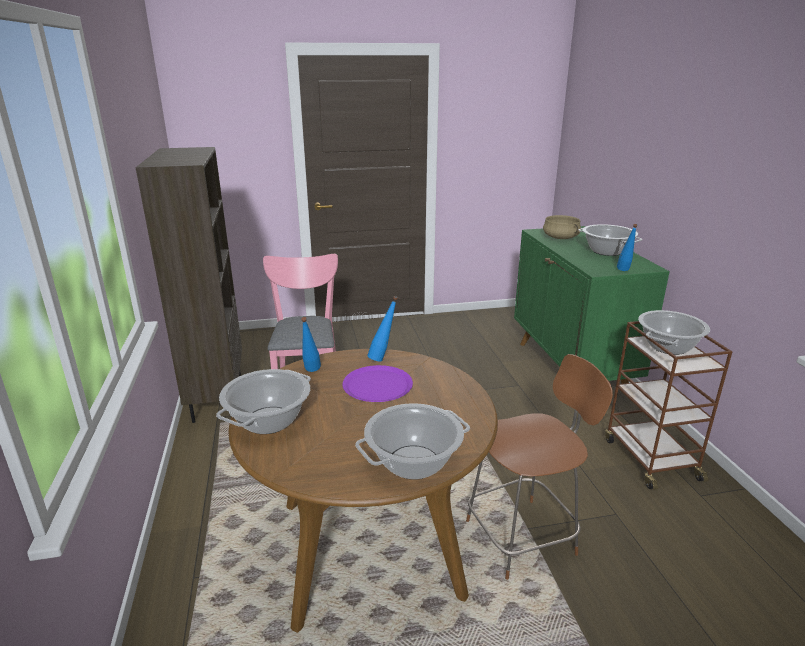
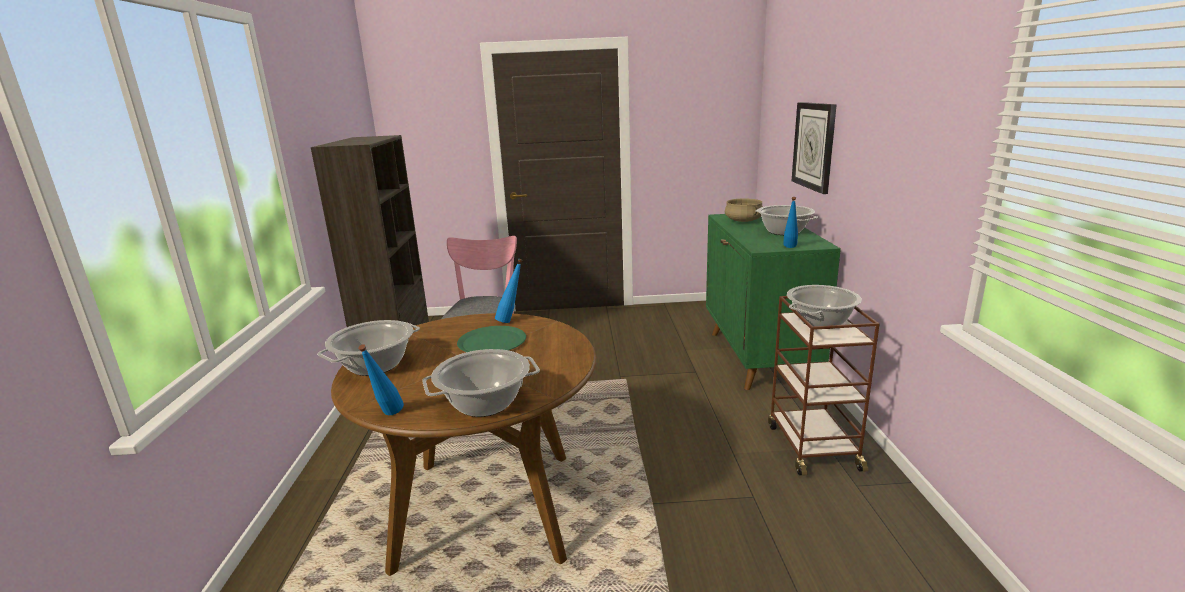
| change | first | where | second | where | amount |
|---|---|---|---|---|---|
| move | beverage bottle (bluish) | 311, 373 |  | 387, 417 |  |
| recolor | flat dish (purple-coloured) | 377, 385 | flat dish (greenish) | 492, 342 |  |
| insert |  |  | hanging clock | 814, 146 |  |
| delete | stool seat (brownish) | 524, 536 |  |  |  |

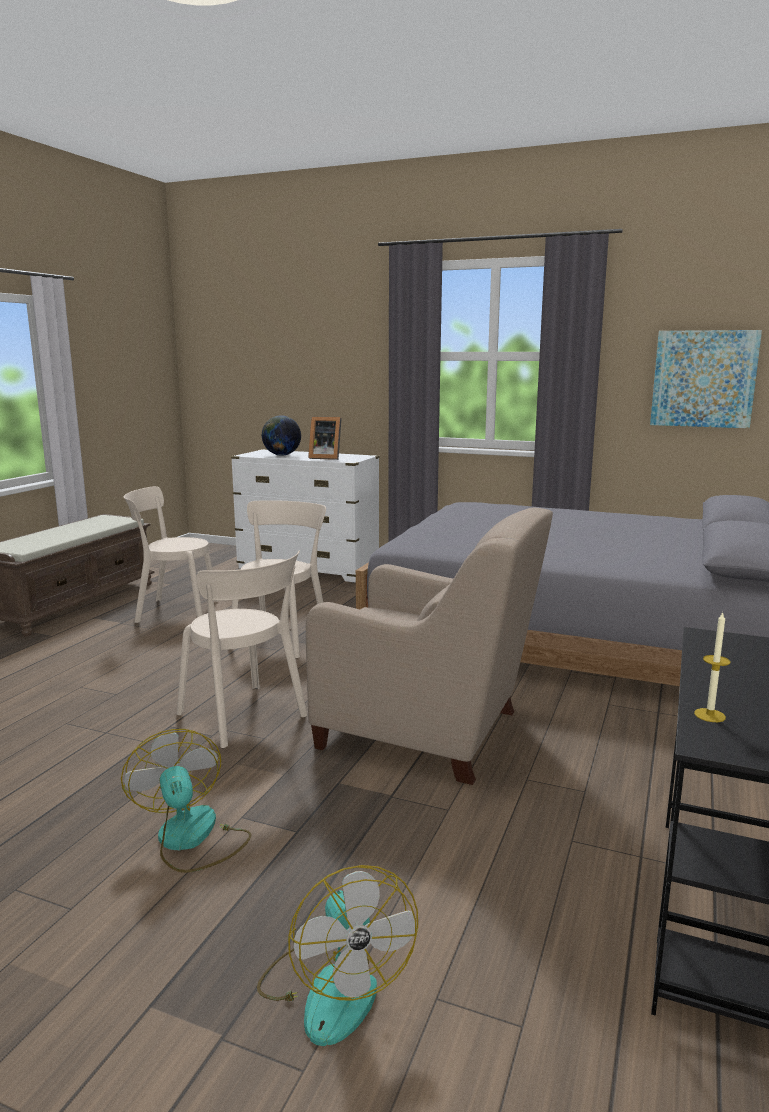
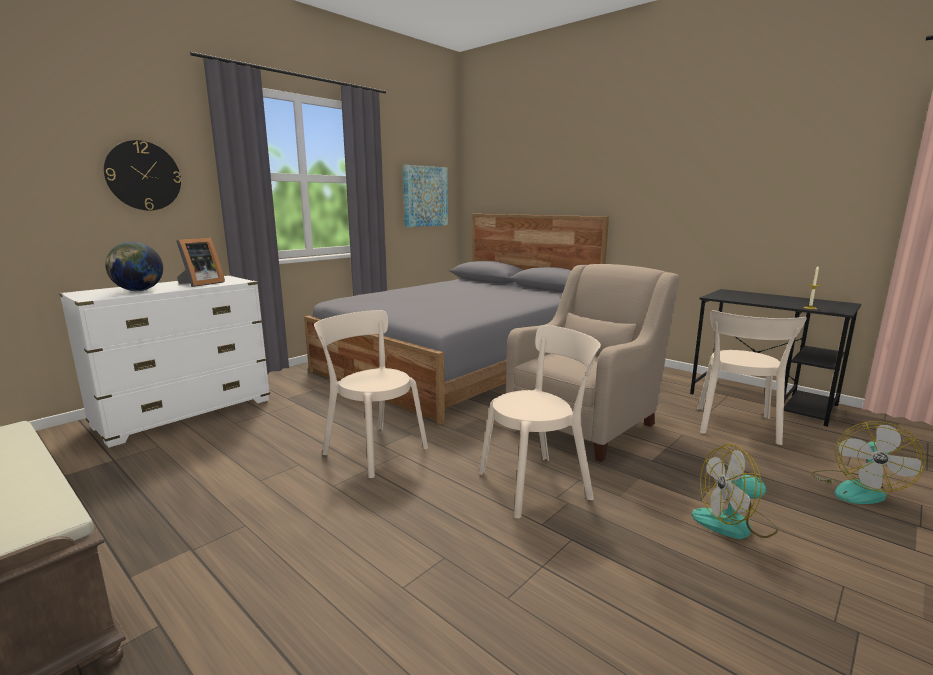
| change | first | where | second | where | amount |
|---|---|---|---|---|---|
| insert |  |  | hanging clock | 143, 176 |  |
| move | plain chair (sand-coloured) | 173, 611 |  | 736, 427 |  |
| rotate | cooling fan | 333, 986 |  | 857, 489 | 120 degrees clockwise |

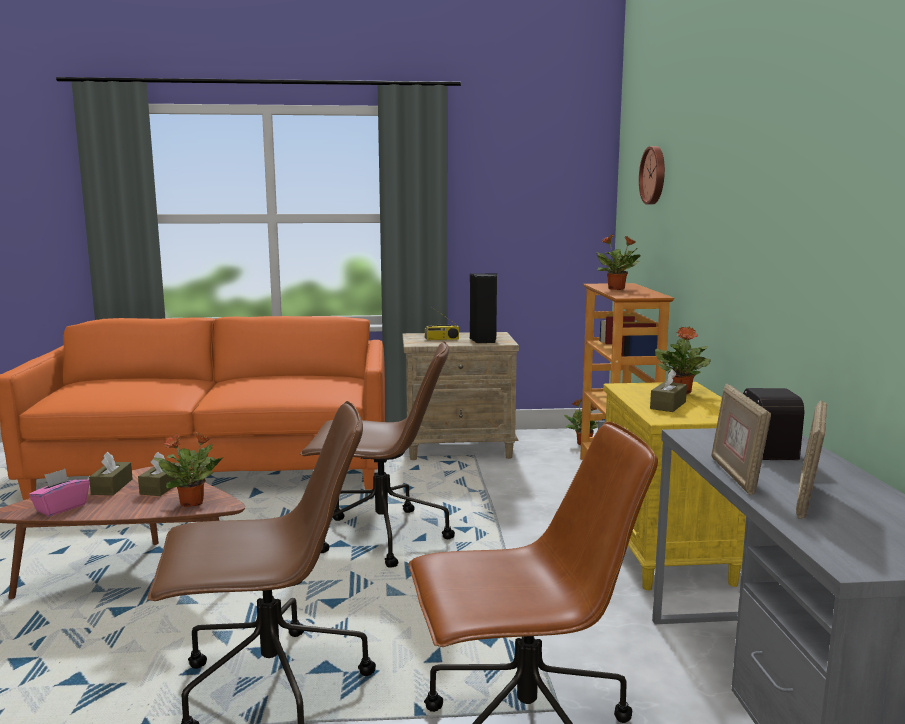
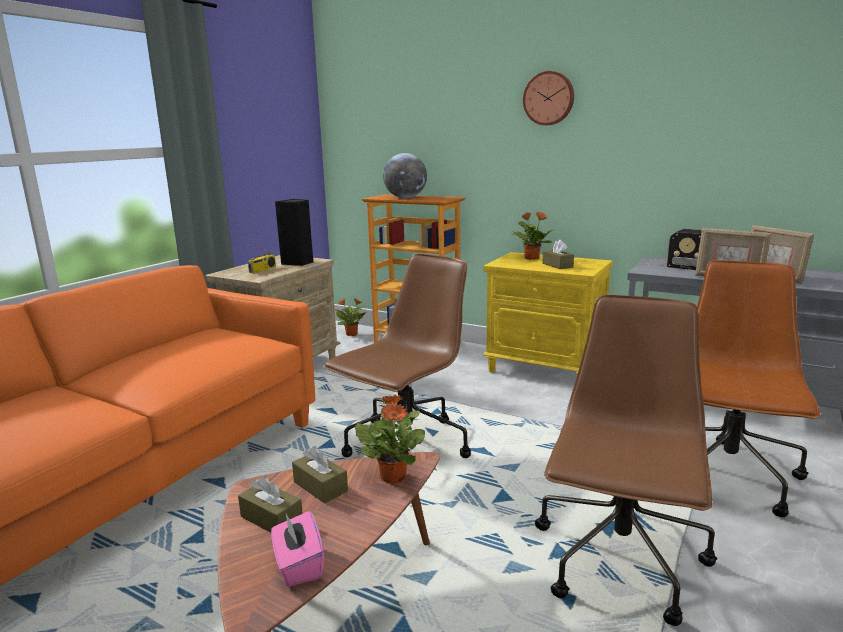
| change | first | where | second | where | amount |
|---|---|---|---|---|---|
| replace | potted plant | 617, 289 | desk globe | 405, 198 |  |
| move | hanging clock | 654, 175 |  | 549, 98 |  |

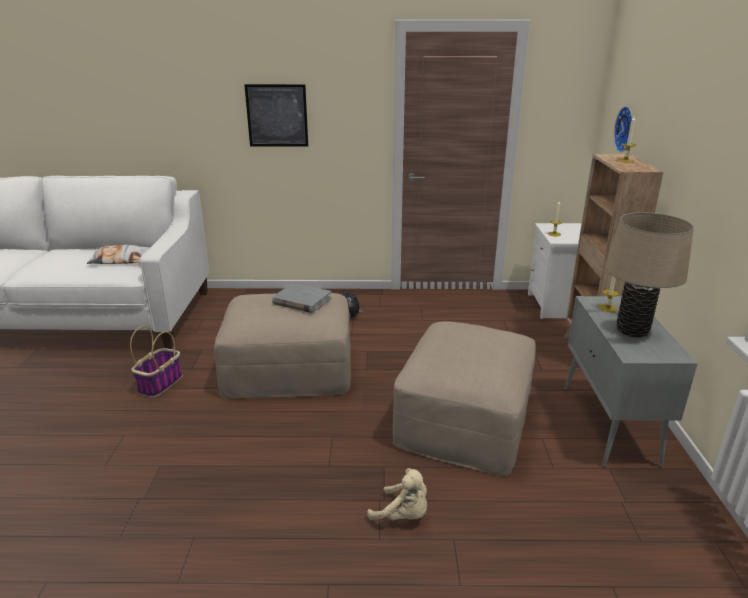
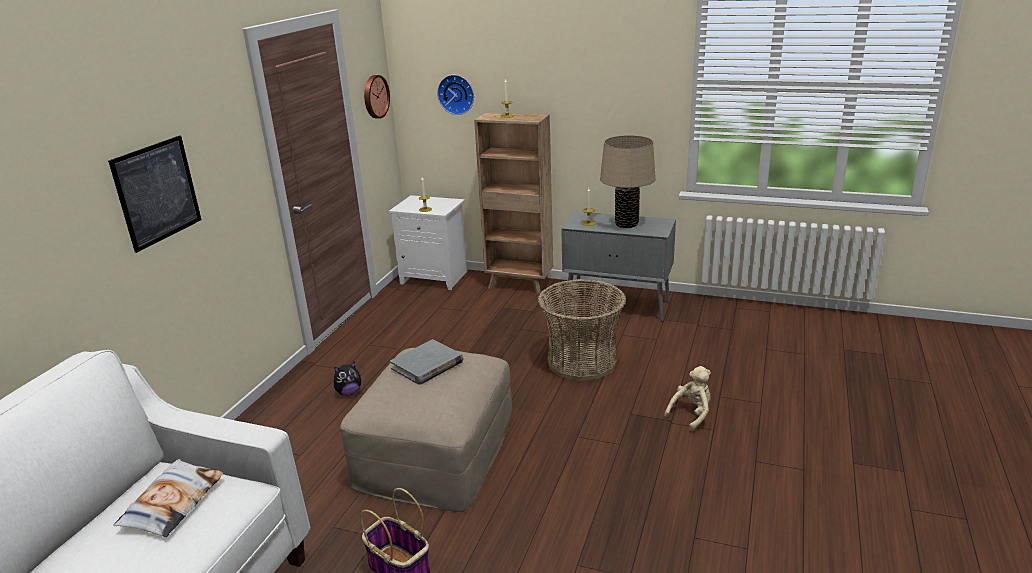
| change | first | where | second | where | amount |
|---|---|---|---|---|---|
| insert |  |  | hanging clock | 375, 96 |  |
| replace | pouffe (sand-coloured) | 464, 418 | basket | 581, 361 |  |

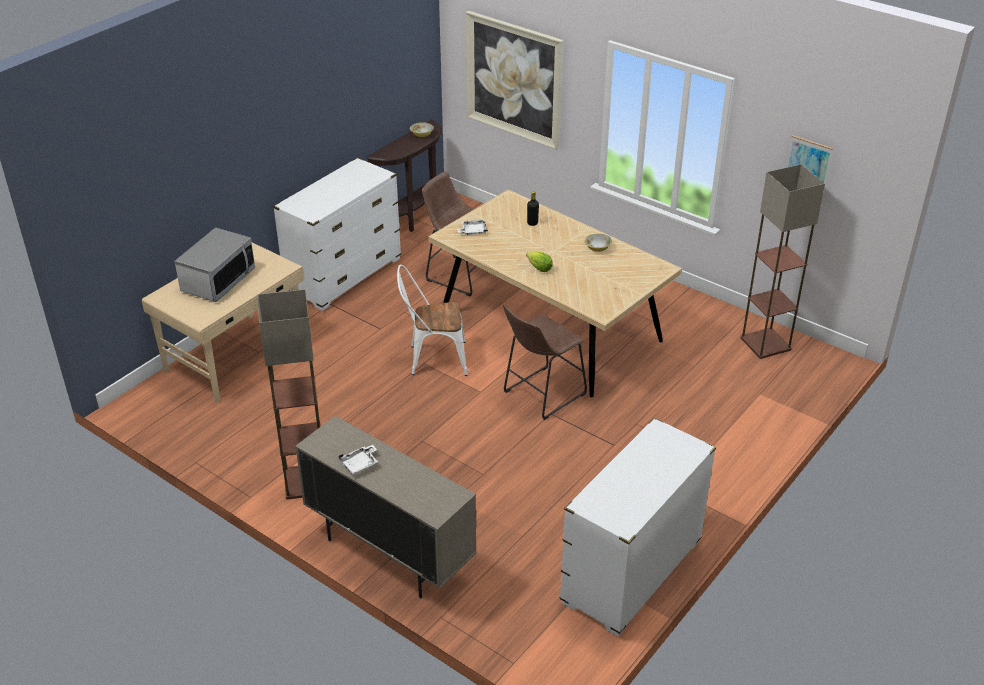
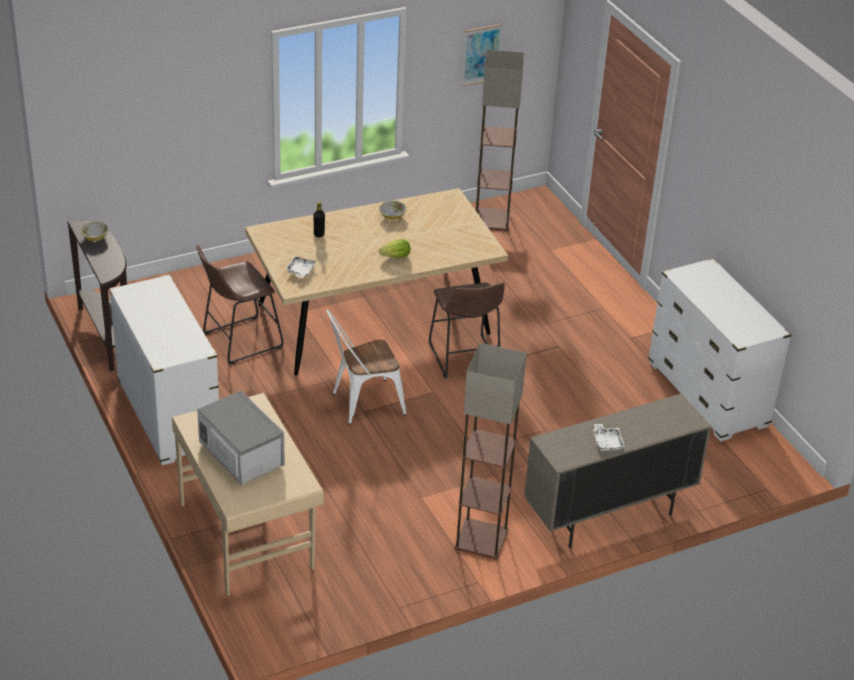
| change | first | where | second | where | amount |
|---|---|---|---|---|---|
| rotate | plain chair (white) | 432, 359 |  | 362, 404 | 45 degrees clockwise |
| delete | wall picture | 514, 79 |  |  |  |

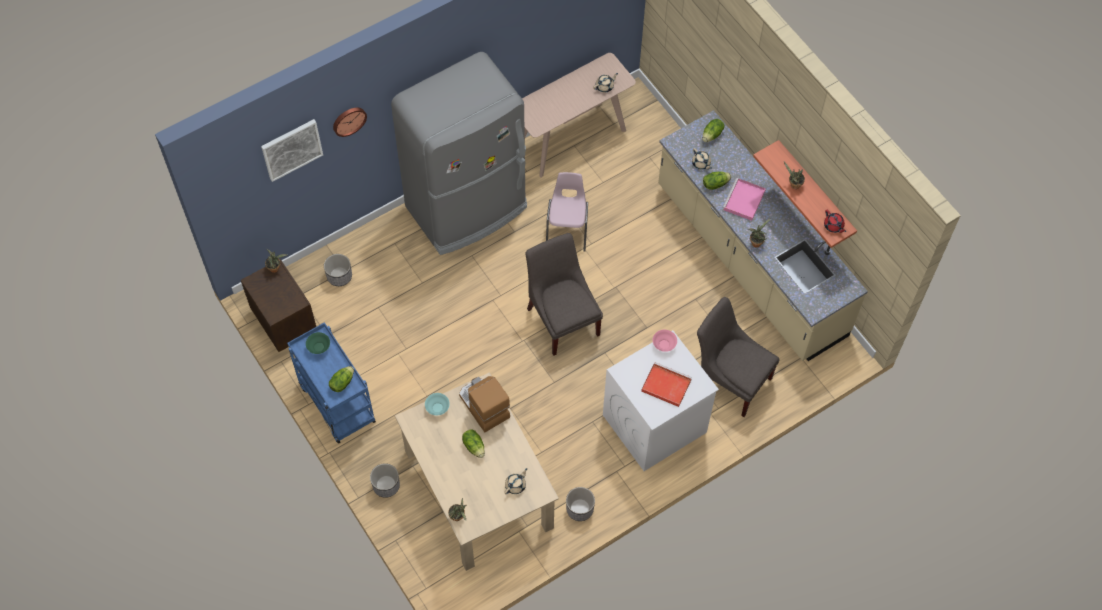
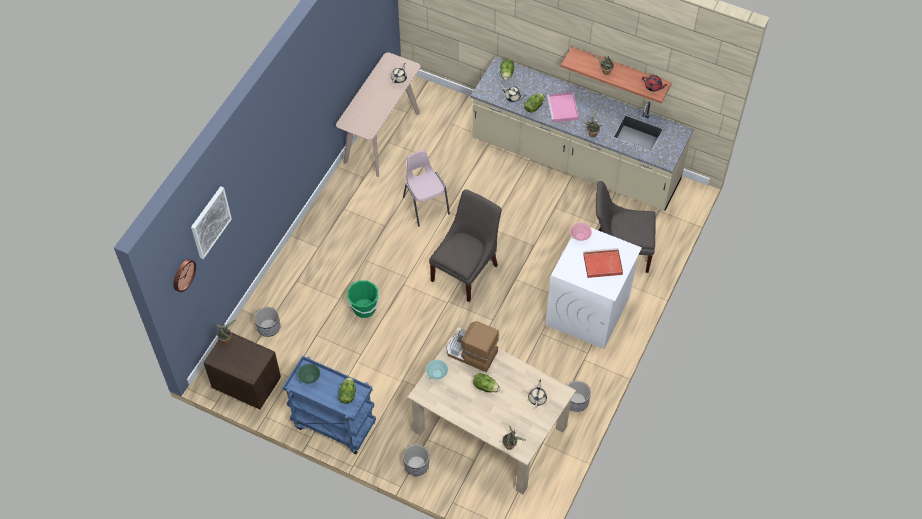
| change | first | where | second | where | amount |
|---|---|---|---|---|---|
| move | hanging clock | 348, 120 |  | 183, 274 |  |
| insert |  |  | water bucket (greenish) | 364, 308 |  |
| rotate | plain chair (gray) | 562, 318 |  | 466, 270 | 90 degrees clockwise |
| delete | kitchen fridge (gray) | 468, 208 |  |  |  |

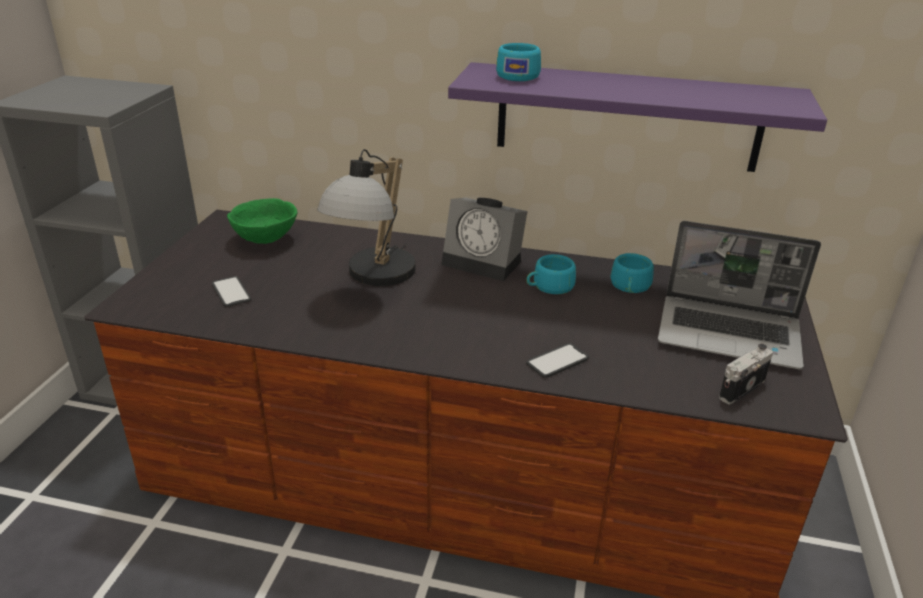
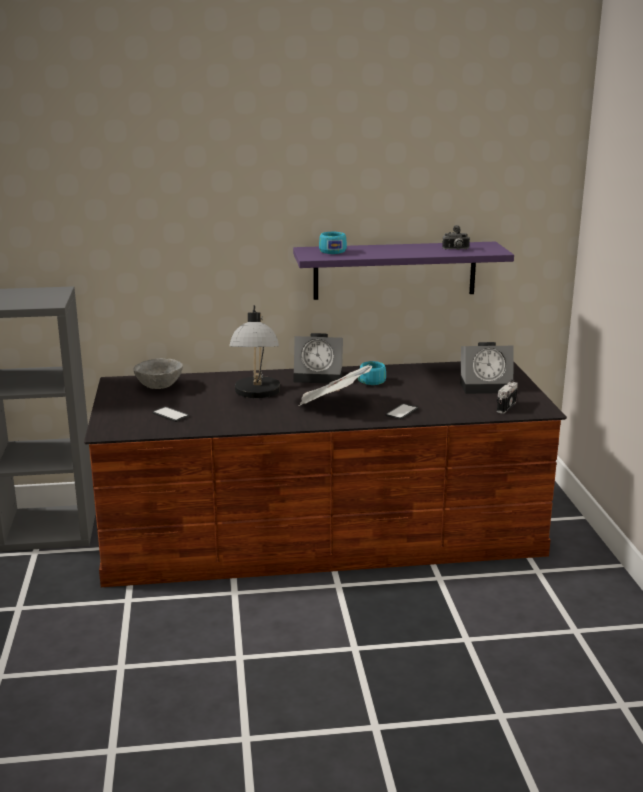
| change | first | where | second | where | amount |
|---|---|---|---|---|---|
| recolor | deep dish (greenish) | 265, 239 | deep dish (gray) | 159, 387 |  |
| insert |  |  | daily paper | 332, 404 |  |
| insert |  |  | photo camera | 456, 249 |  |
| replace | laptop | 730, 333 | alarm clock | 487, 386 |  |
| delete | cup (blue-green) | 629, 287 |  |  |  |

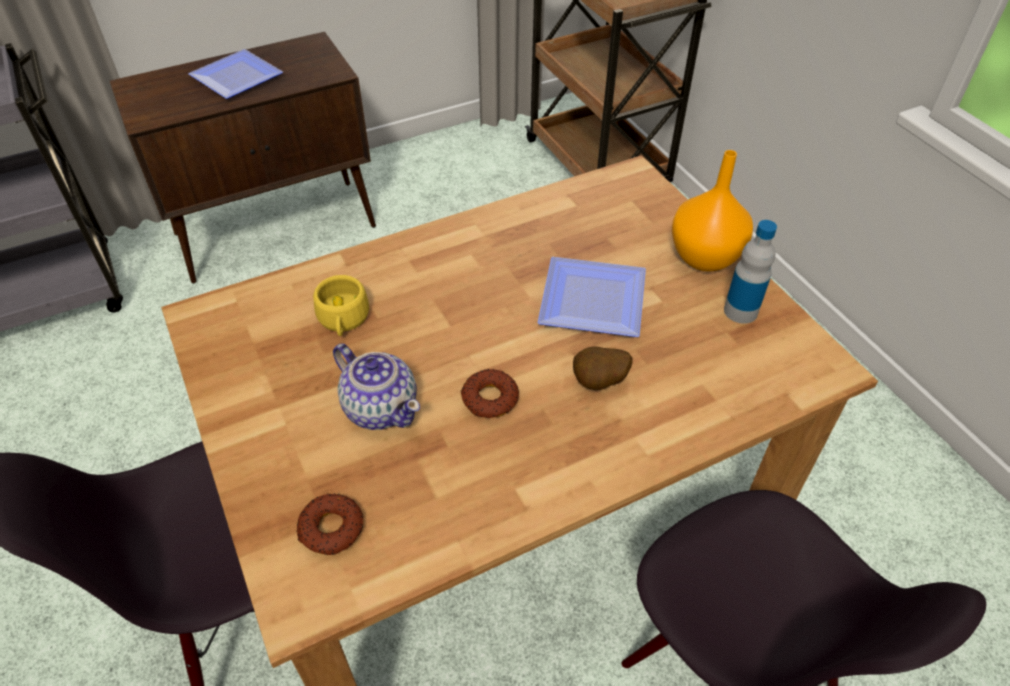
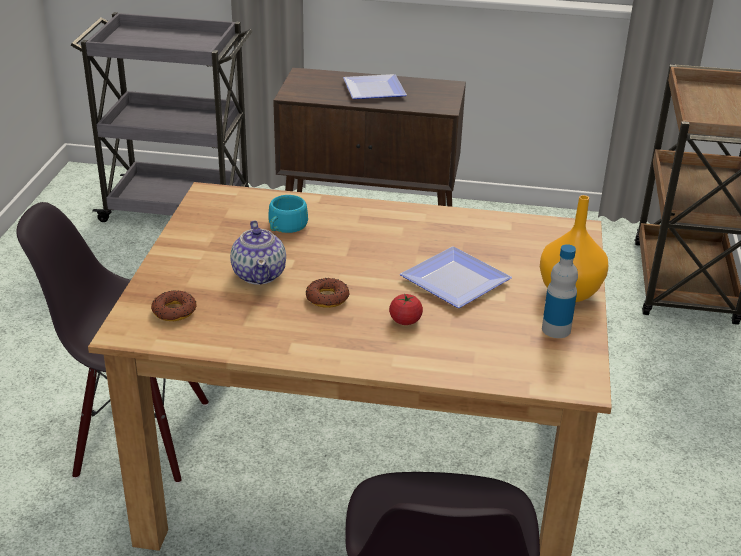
| change | first | where | second | where | amount |
|---|---|---|---|---|---|
| recolor | cup (yellow-coloured) | 343, 320 | cup (blue-green) | 285, 227 |  |
| replace | potato | 599, 383 | tomato | 405, 321 |  |

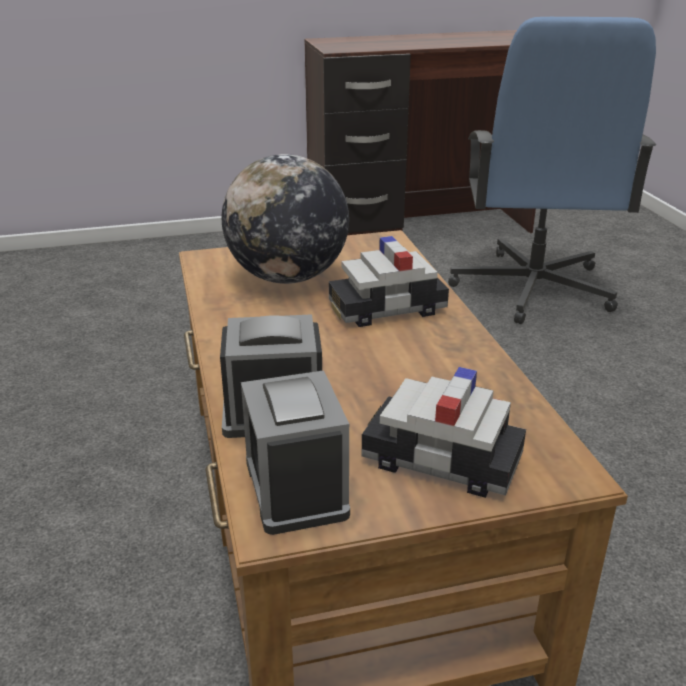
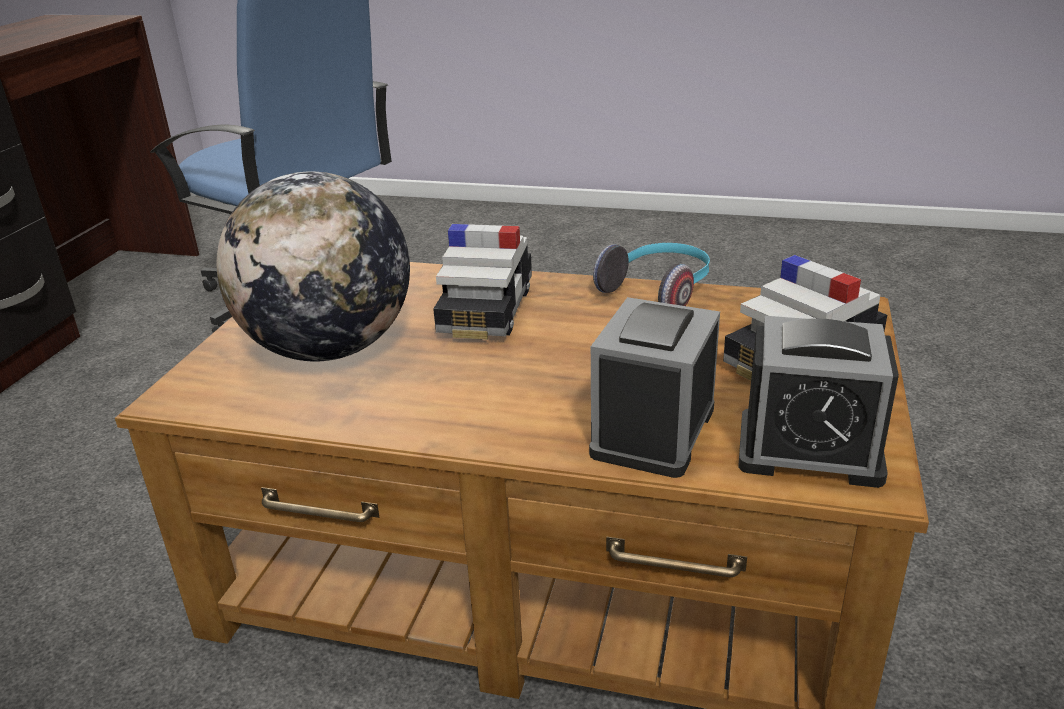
| change | first | where | second | where | amount |
|---|---|---|---|---|---|
| insert |  |  | headset | 659, 290 |  |

